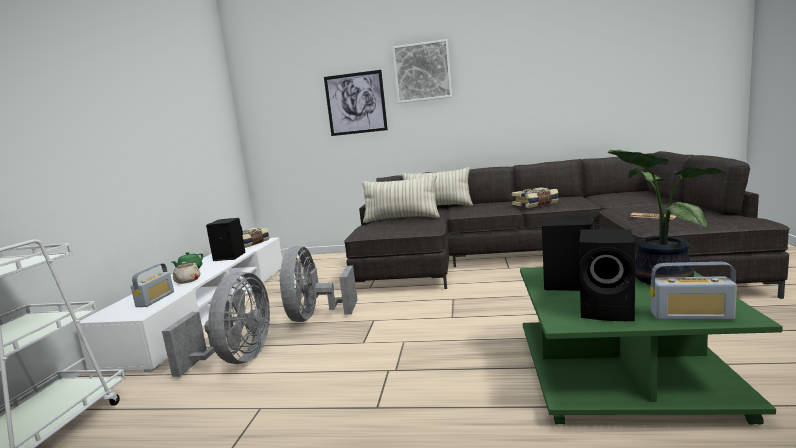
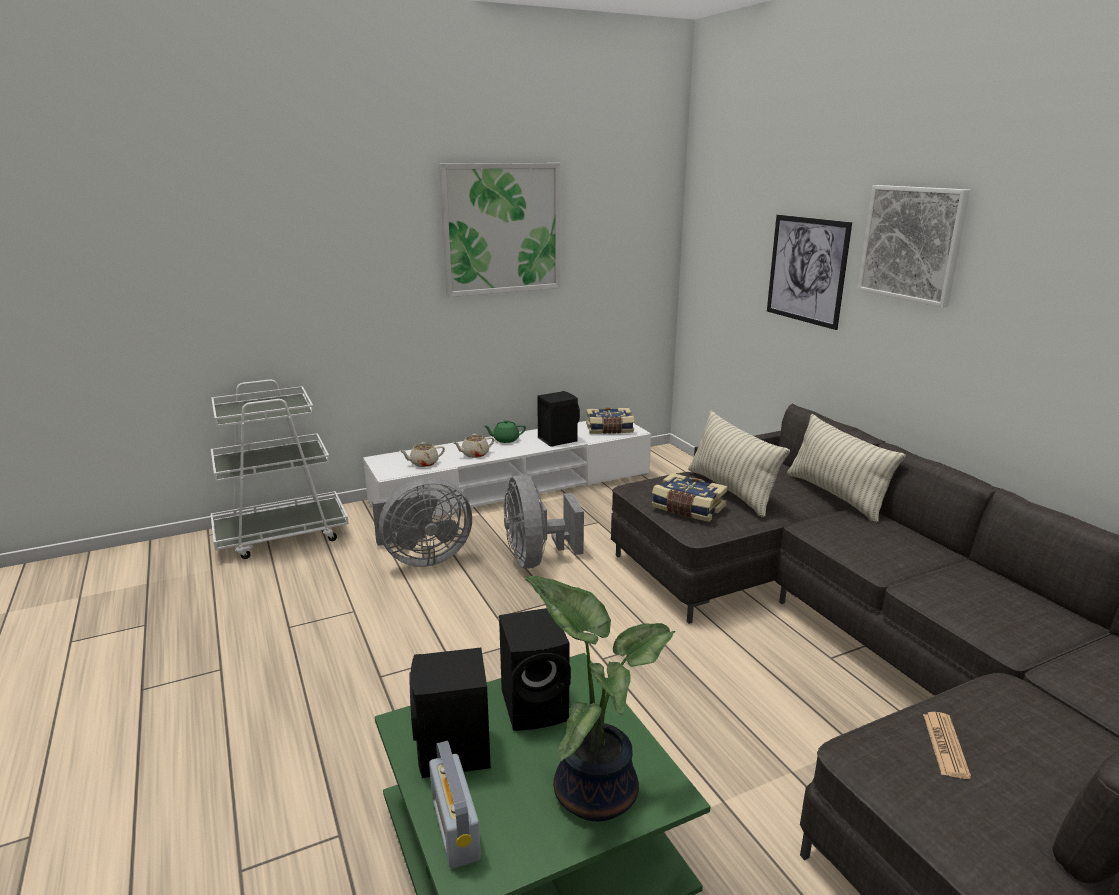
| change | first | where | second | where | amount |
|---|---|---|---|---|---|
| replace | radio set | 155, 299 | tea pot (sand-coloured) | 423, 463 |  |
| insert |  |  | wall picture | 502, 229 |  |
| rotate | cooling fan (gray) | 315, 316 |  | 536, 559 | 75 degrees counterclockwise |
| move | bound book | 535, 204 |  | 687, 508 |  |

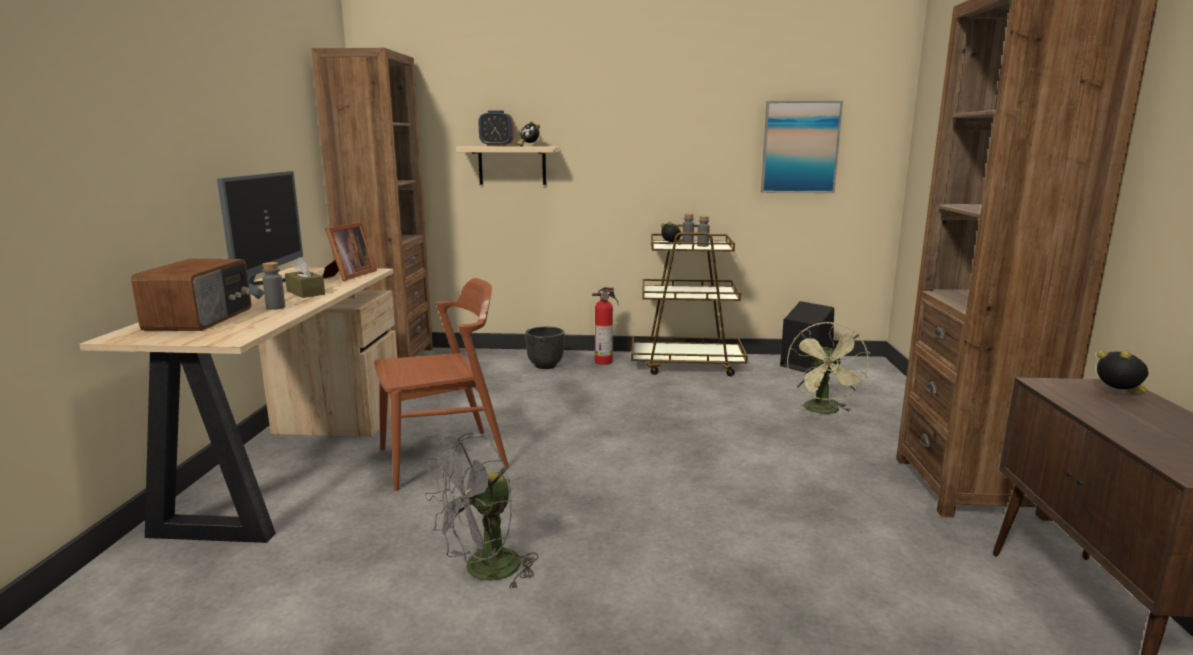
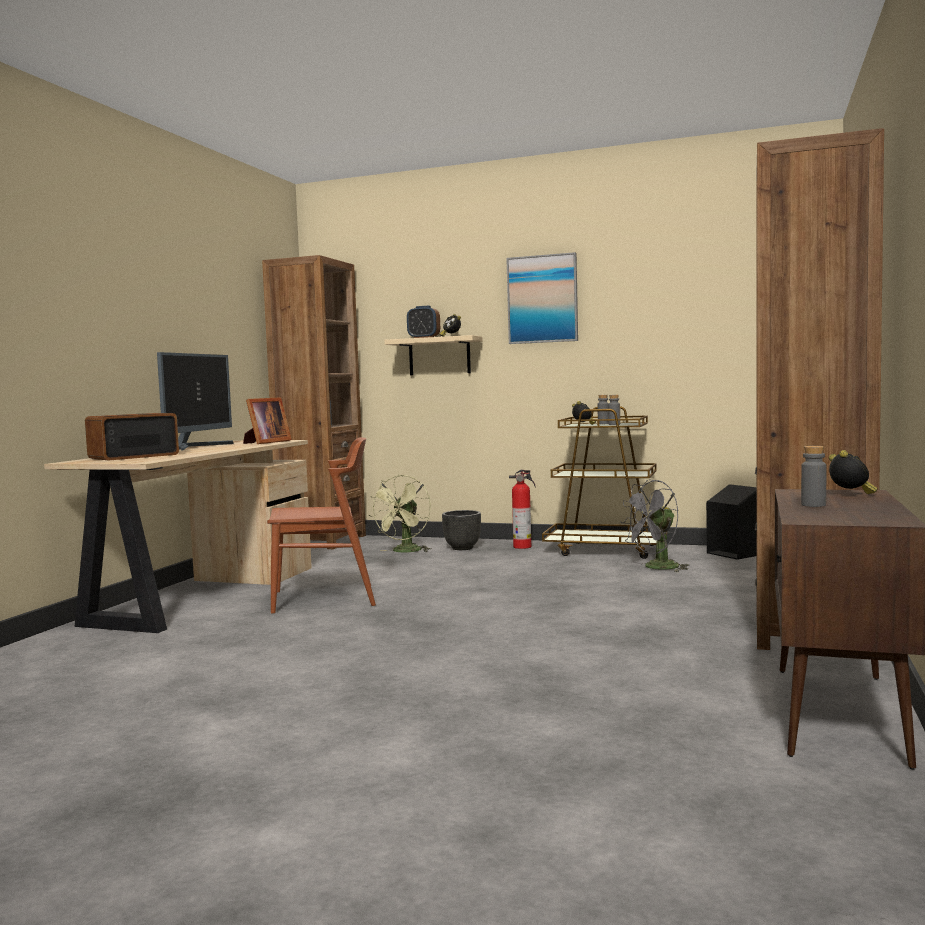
| change | first | where | second | where | amount |
|---|---|---|---|---|---|
| rotate | radio set | 202, 318 |  | 132, 456 | 150 degrees counterclockwise |
| move | cooling fan (greenish) | 824, 411 |  | 405, 551 |  |
| move | wall picture | 800, 147 |  | 542, 299 |  |
| move | cooling fan (gray) | 483, 572 |  | 656, 568 |  |
| move | beverage bottle (gray) | 275, 307 |  | 813, 505 |  |
| delete | box of tissues (brownish) | 305, 292 |  |  |  |

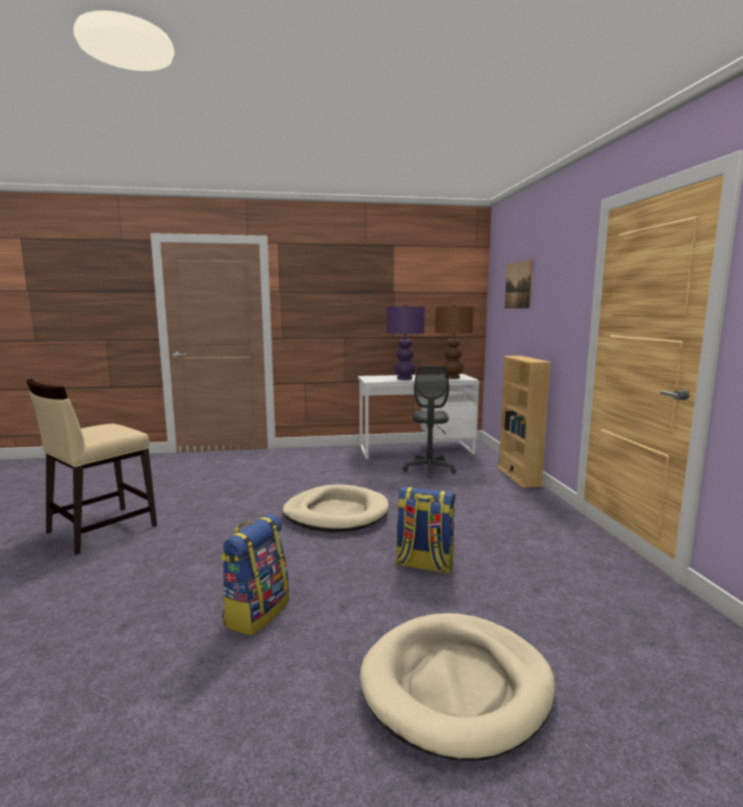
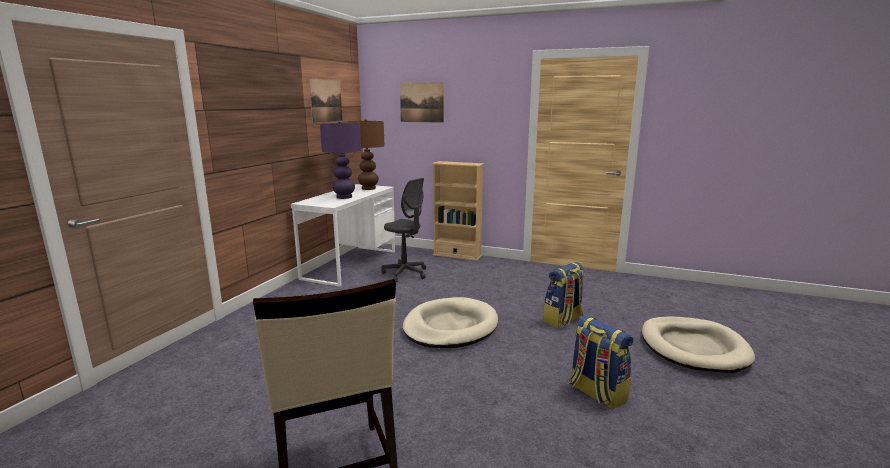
| change | first | where | second | where | amount |
|---|---|---|---|---|---|
| insert |  |  | wall picture | 326, 100 |  |

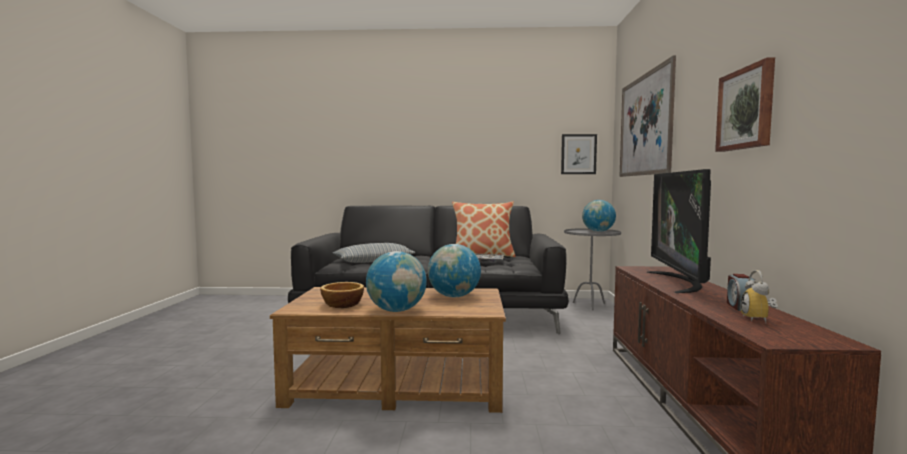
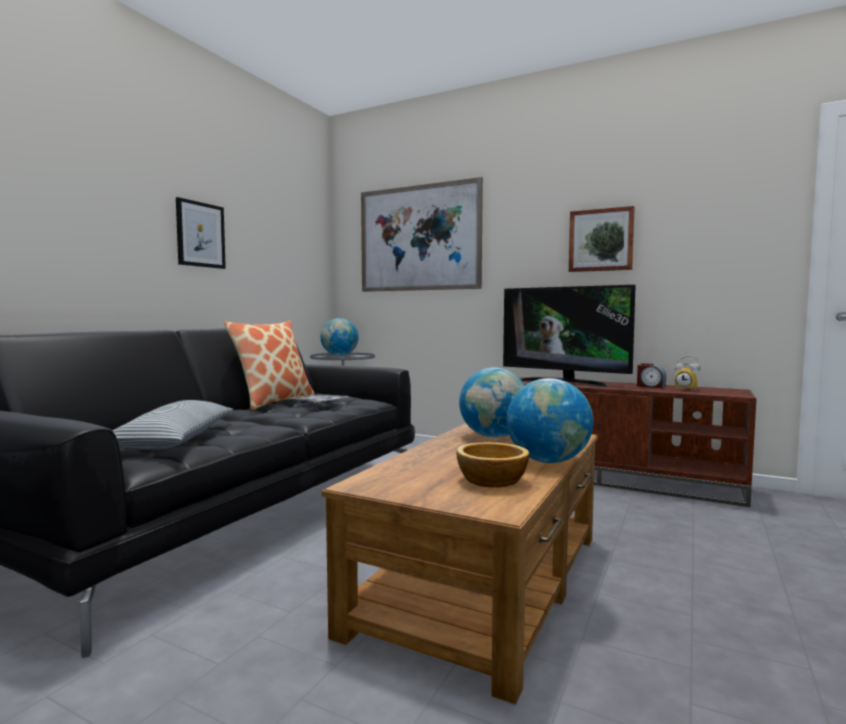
| change | first | where | second | where | amount |
|---|---|---|---|---|---|
| move | wall picture | 578, 154 |  | 200, 235 |  |

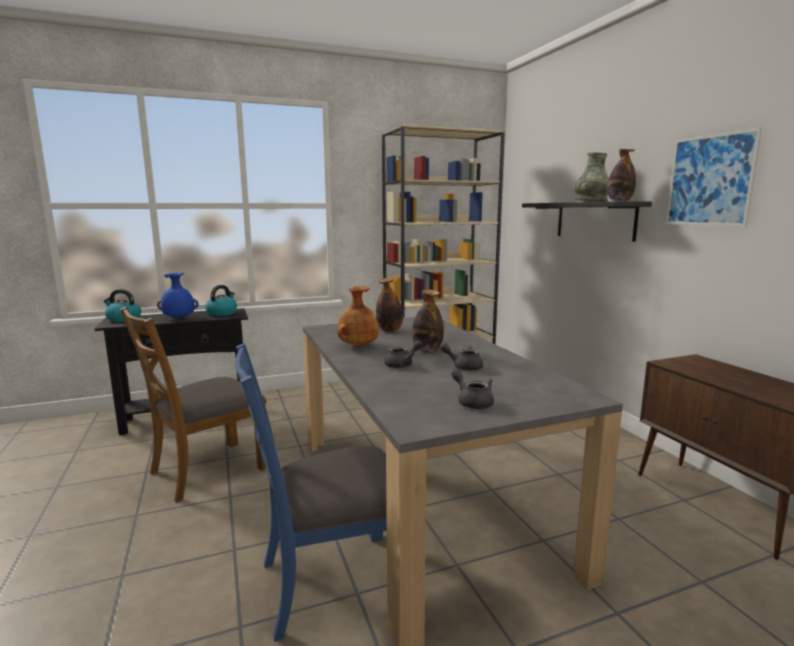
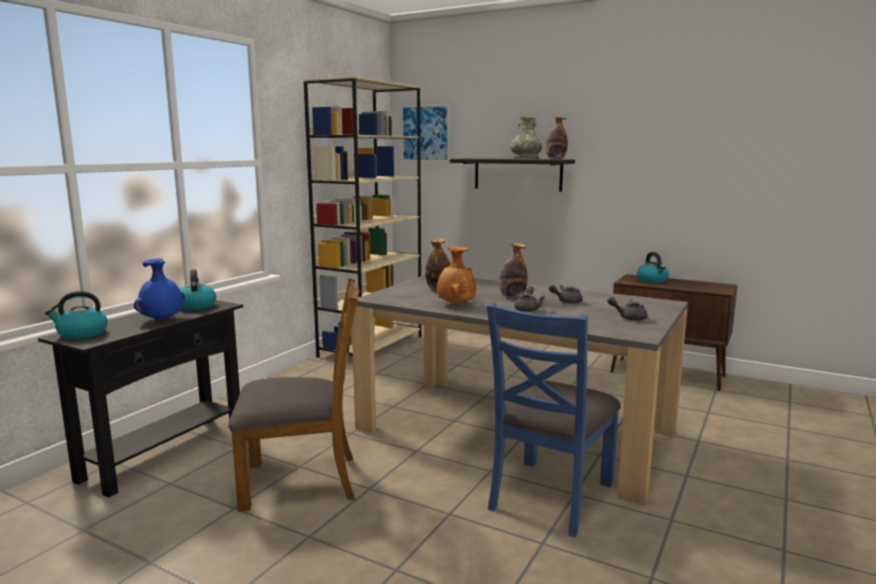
| change | first | where | second | where | amount |
|---|---|---|---|---|---|
| rotate | plain chair (brownish) | 208, 470 |  | 302, 481 | 105 degrees counterclockwise |
| move | wall picture | 709, 180 |  | 425, 133 |  |
| insert |  |  | water kettle | 652, 280 |  |

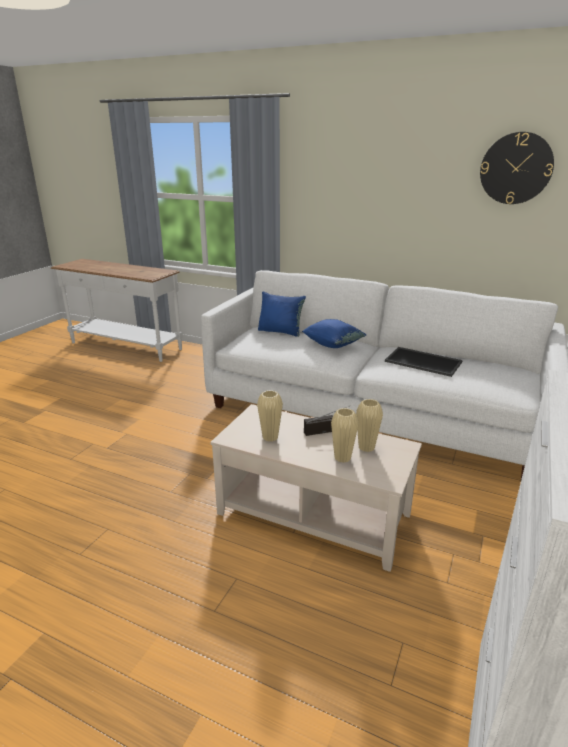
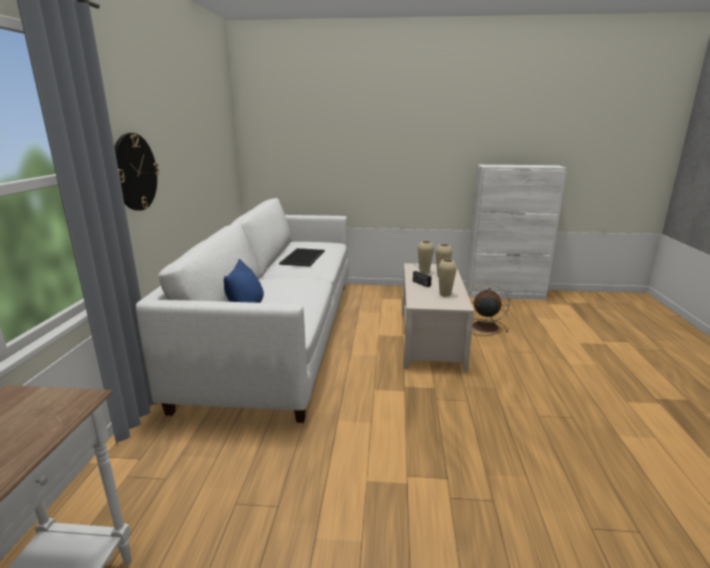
| change | first | where | second | where | amount |
|---|---|---|---|---|---|
| move | hanging clock | 516, 168 |  | 134, 172 |  |
| insert |  |  | cooling fan (brownish) | 483, 327 |  |
| delete | throw pillow (bluish) | 333, 345 |  |  |  |

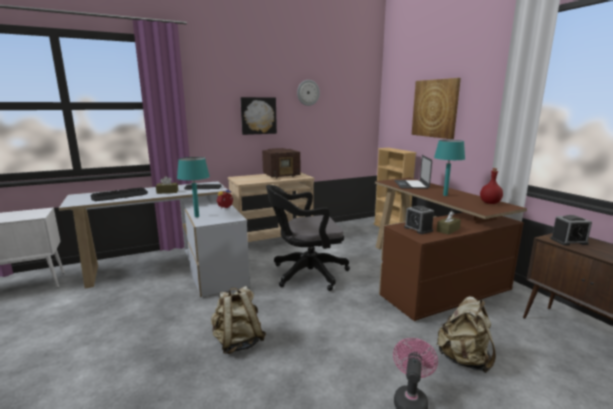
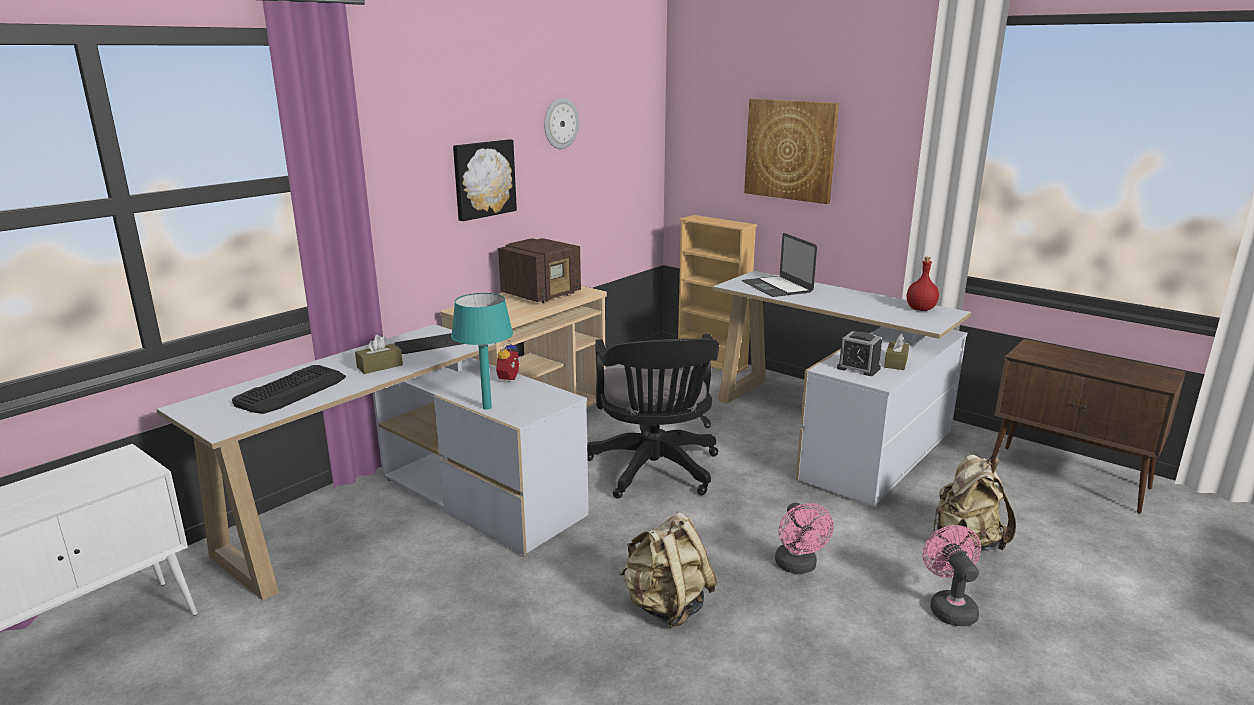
| change | first | where | second | where | amount |
|---|---|---|---|---|---|
| rotate | desk chair (black-coloured) | 306, 274 |  | 655, 472 | 60 degrees counterclockwise |
| recolor | desk unit (brownish) | 430, 274 | desk unit (white) | 833, 430 |  |
| insert |  |  | cooling fan (pink-coloured) | 798, 567 |  |
| delete | tabletop lamp (blue-green) | 445, 195 |  |  |  |
| delete | alarm clock | 568, 241 |  |  |  |

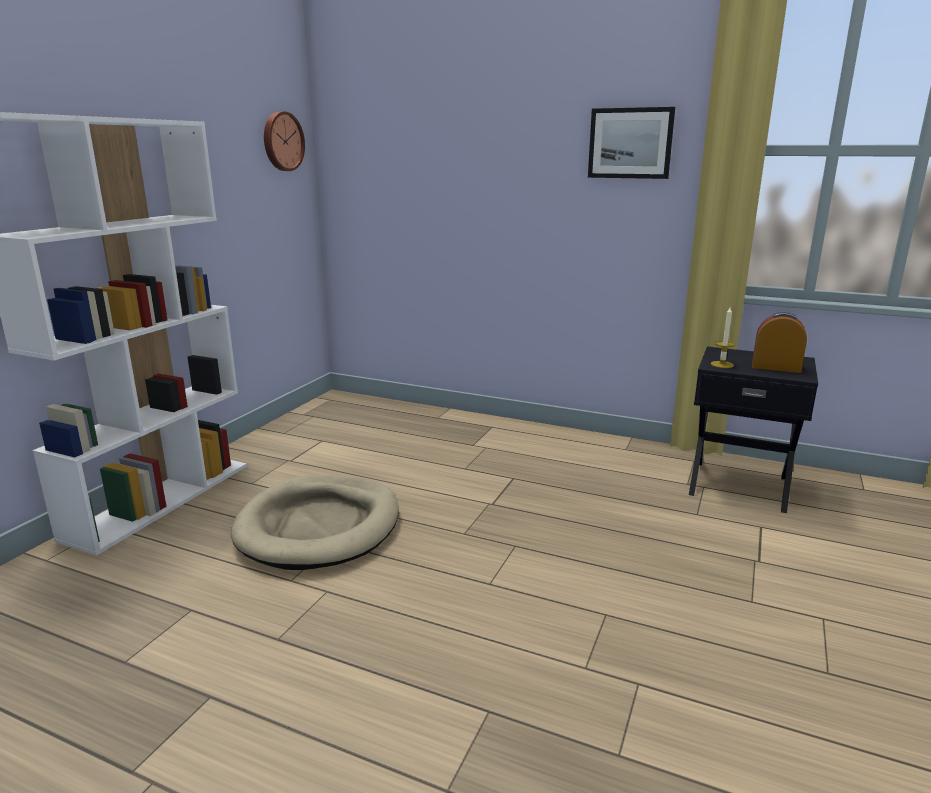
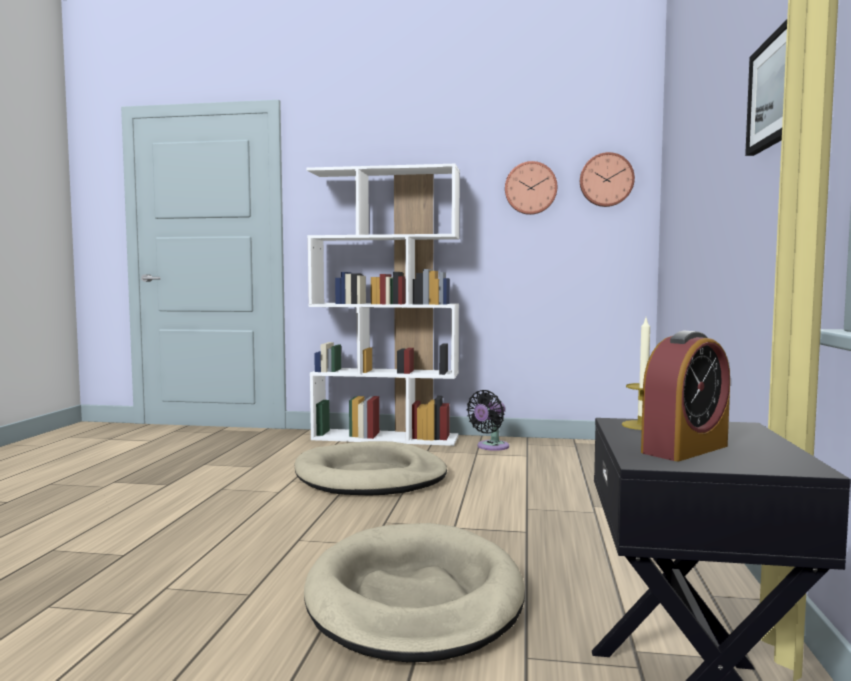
| change | first | where | second | where | amount |
|---|---|---|---|---|---|
| insert |  |  | pet bed (sand-coloured) | 414, 598 |  |
| insert |  |  | cooling fan (black-coloured) | 490, 447 |  |
| insert |  |  | hanging clock | 530, 188 |  |
| rotate | alarm clock | 776, 367 |  | 685, 449 | 45 degrees clockwise |

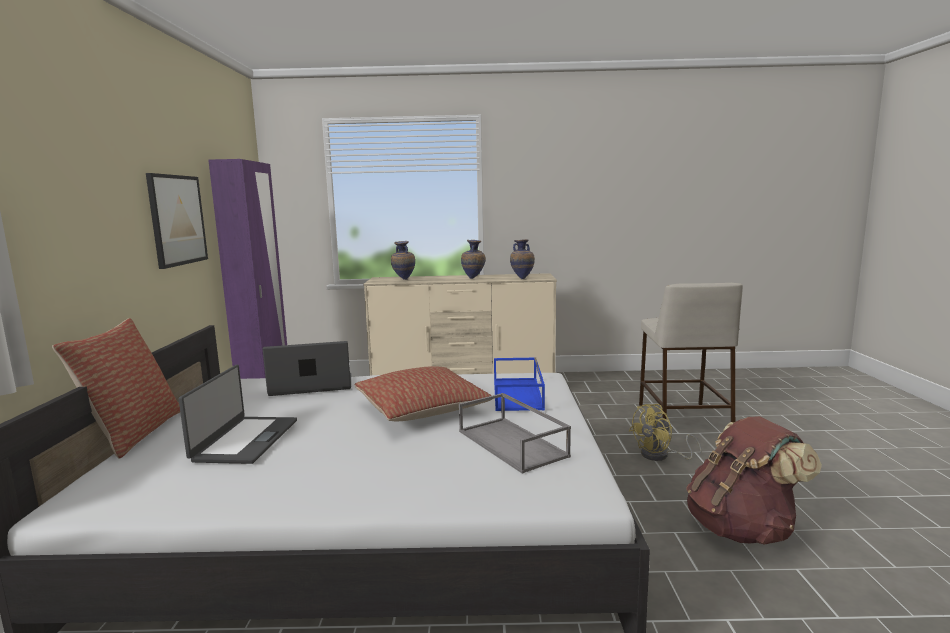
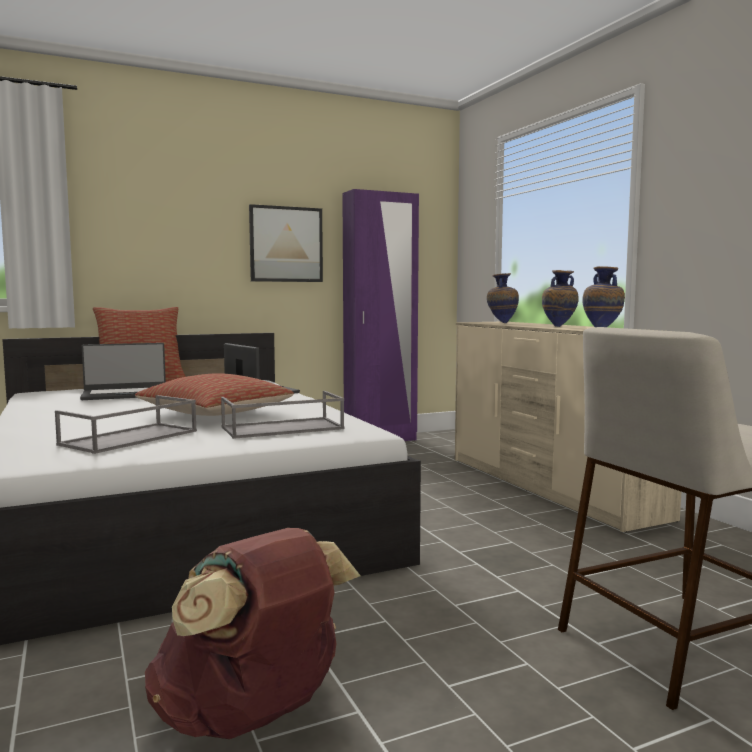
| change | first | where | second | where | amount |
|---|---|---|---|---|---|
| recolor | carrying tray (bluish) | 518, 394 | carrying tray (gray) | 281, 428 |  |
| delete | cooling fan (yellow-coloured) | 660, 456 |  |  |  |

